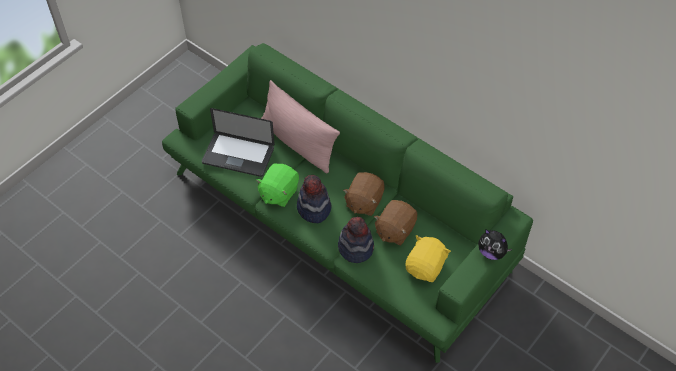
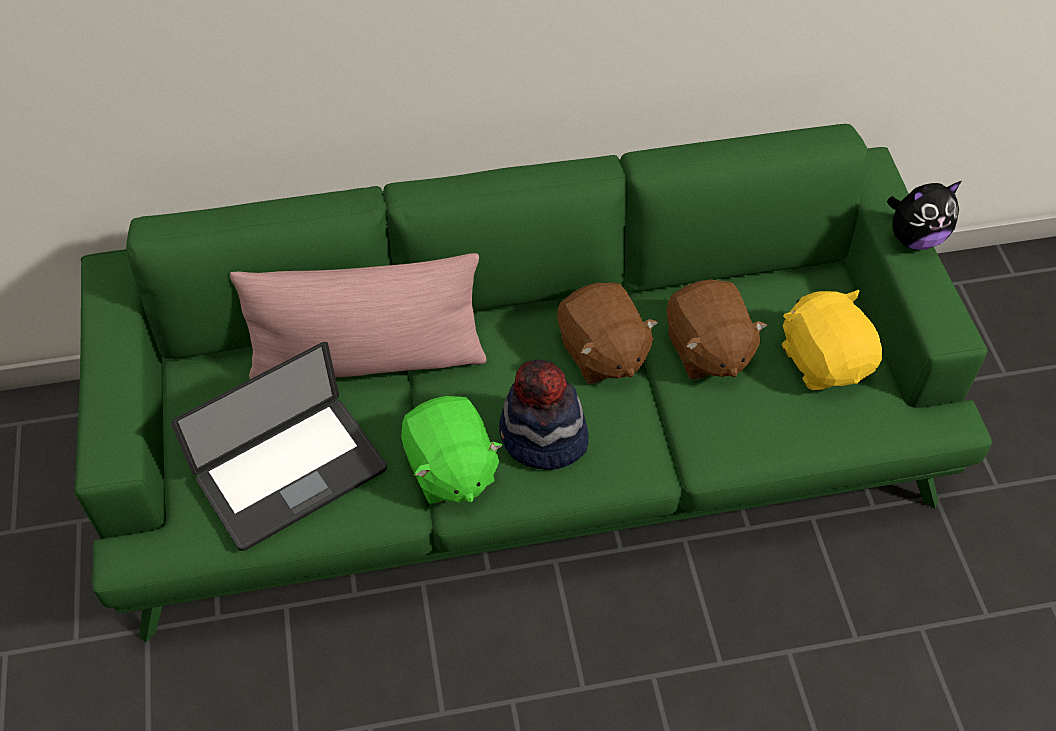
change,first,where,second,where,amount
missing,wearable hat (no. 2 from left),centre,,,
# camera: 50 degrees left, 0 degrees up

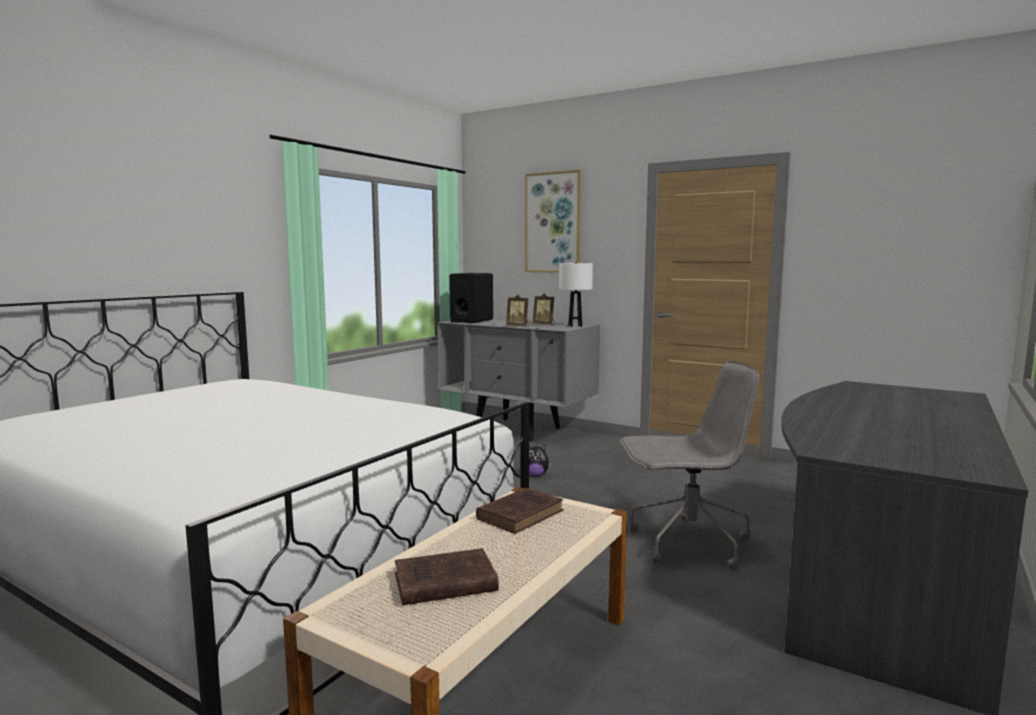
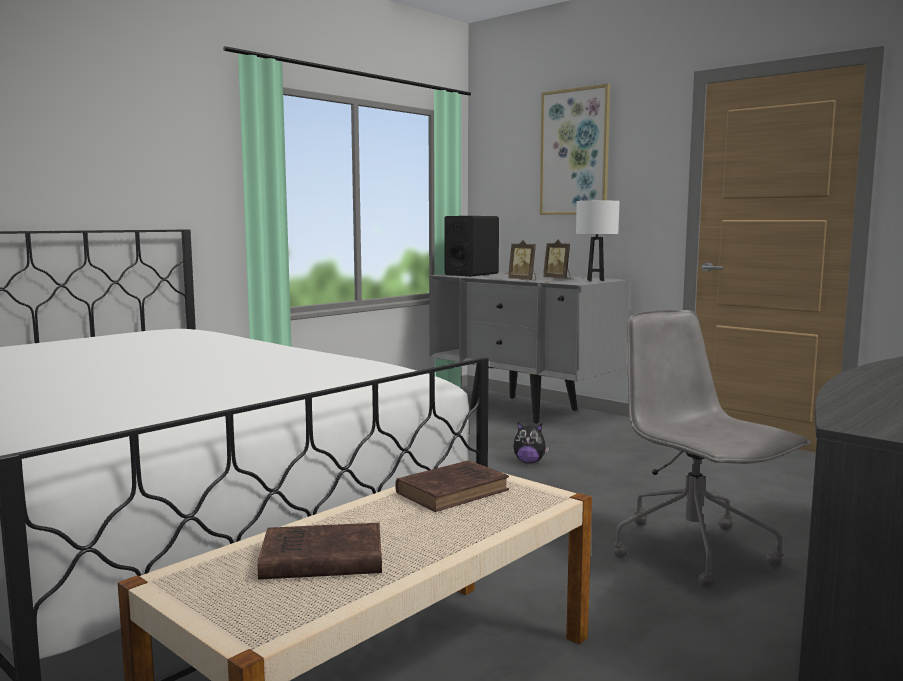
change,first,where,second,where,amount
spun,grey computer chair,centre,,middle right,120 degrees counterclockwise
# camera: 10 degrees right, 0 degrees up

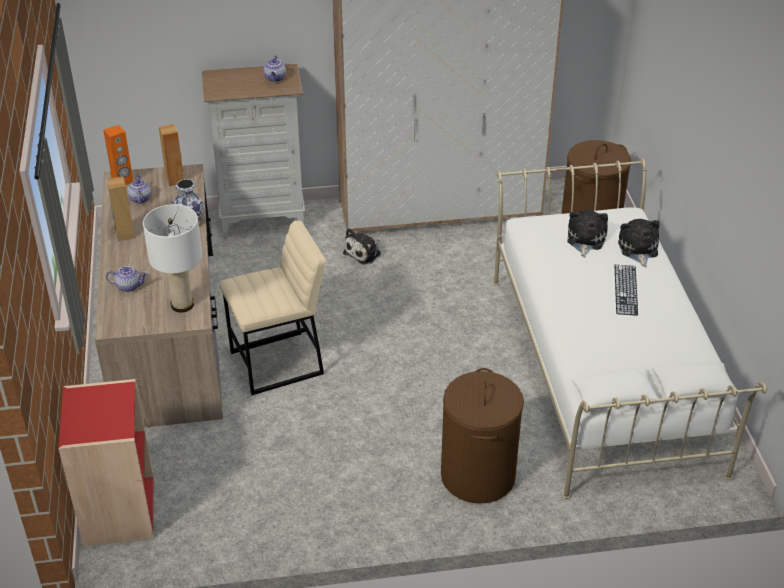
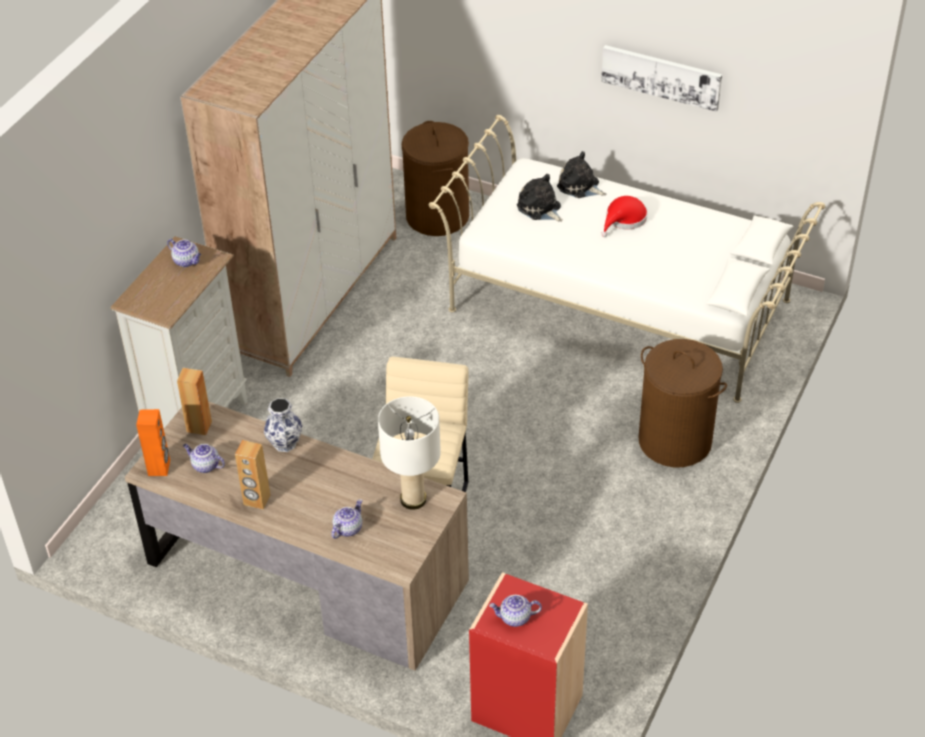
change,first,where,second,where,amount
missing,soft toy (no. 1 from left),centre,,,
exchanged,keyboard,middle right,reddish wearable hat,top right,
appeared,,,teapot (no. 4 from left),bottom centre,
appeared,,,wall picture,top right,
# camera: 55 degrees left, 5 degrees up

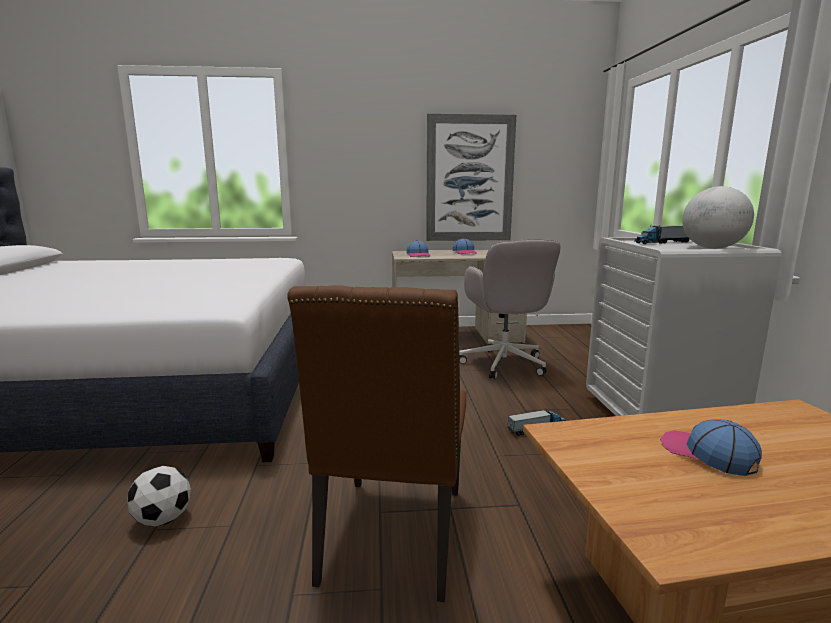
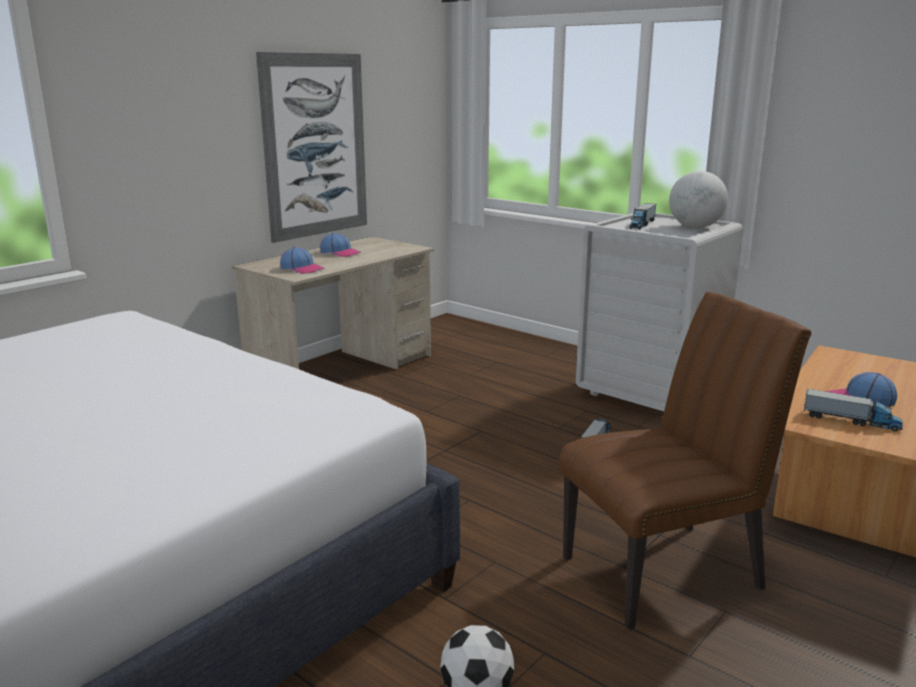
change,first,where,second,where,amount
spun,brownish upright chair,bottom centre,,bottom right,75 degrees counterclockwise
missing,grey computer chair,centre,,,
appeared,,,model truck (no. 3 from left),middle right,
# camera: 45 degrees left, 5 degrees up

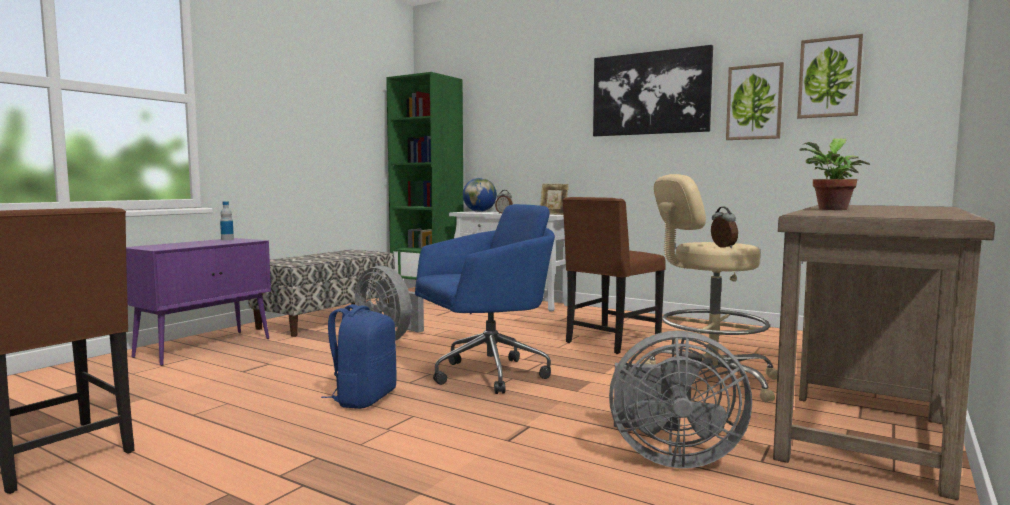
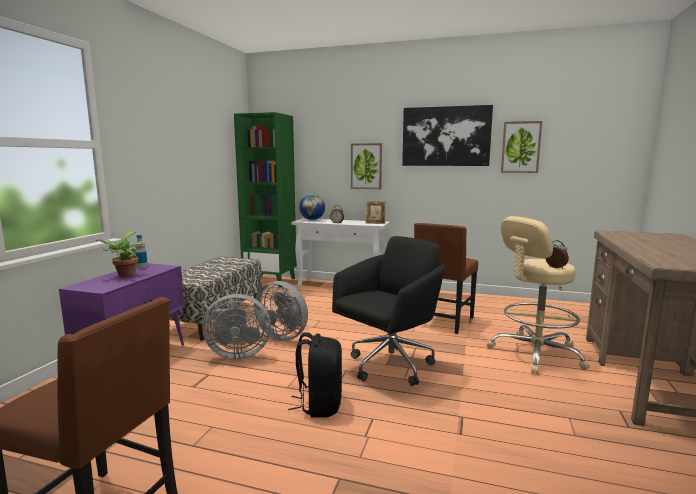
change,first,where,second,where,amount
colour,blue-coloured rucksack,bottom centre,black rucksack,bottom centre,
colour,blue-coloured computer chair,centre,black computer chair,centre,
relocated,grey fan (no. 2 from left in the first image),bottom right,grey fan (no. 1 from left),centre,
relocated,wall picture (no. 3 from left in the first image),top right,wall picture (no. 1 from left),centre,
relocated,plant in a pot,middle right,,middle left,
# camera: 15 degrees left, 5 degrees up

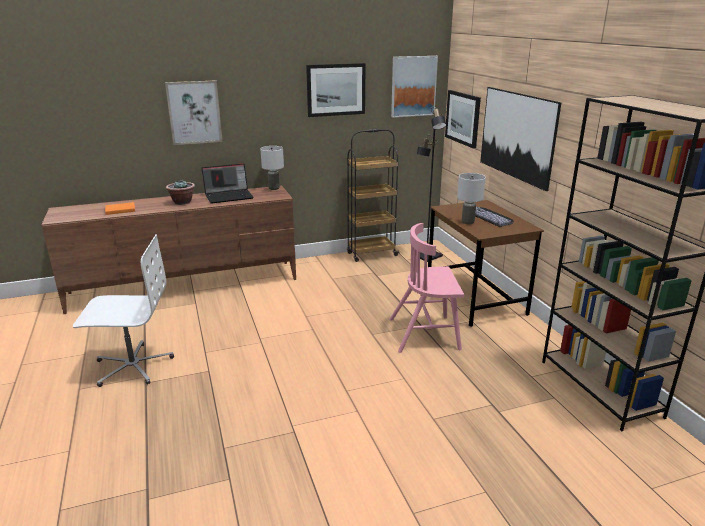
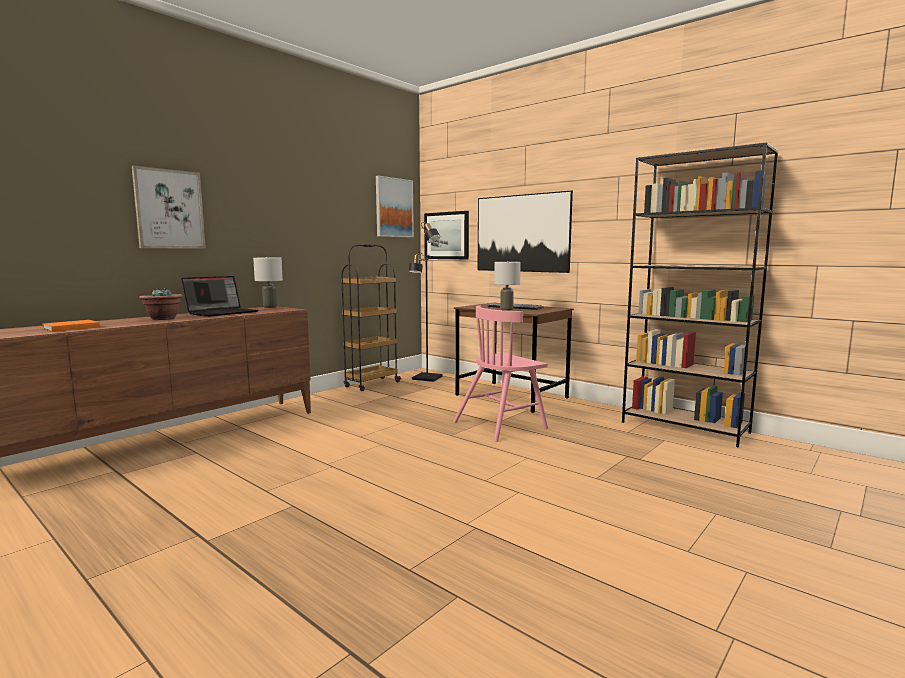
change,first,where,second,where,amount
missing,white-coloured computer chair,middle left,,,
missing,wall picture (no. 2 from left),top centre,,,
# camera: 30 degrees left, 15 degrees down

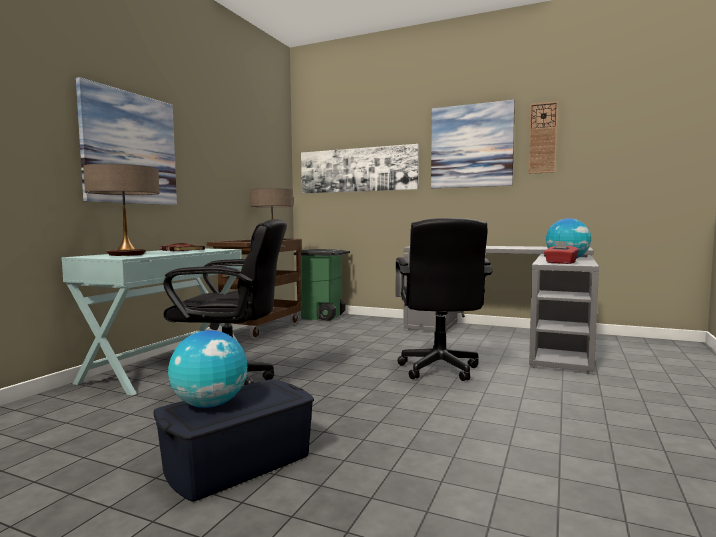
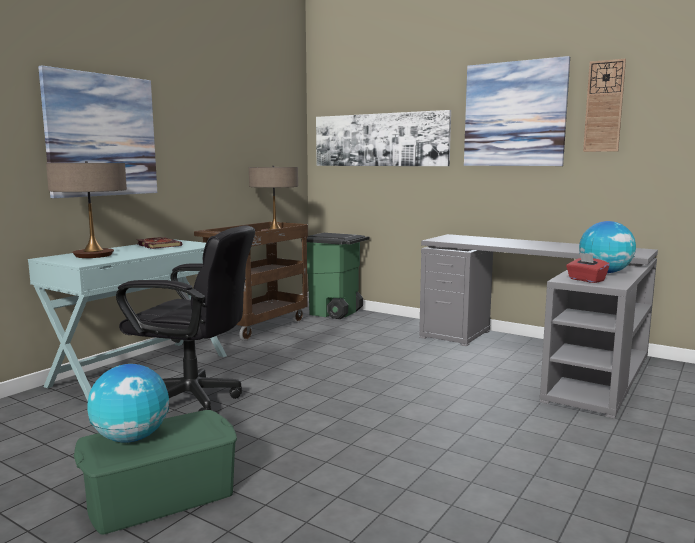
change,first,where,second,where,amount
colour,blue-coloured storage box,bottom left,green storage box,bottom left,
missing,black computer chair (no. 2 from left),centre,,,
# camera: 10 degrees right, 5 degrees up

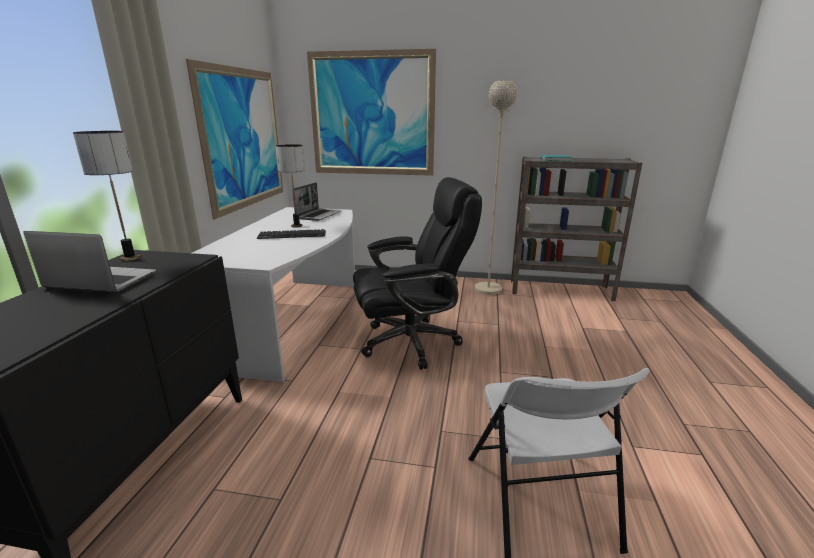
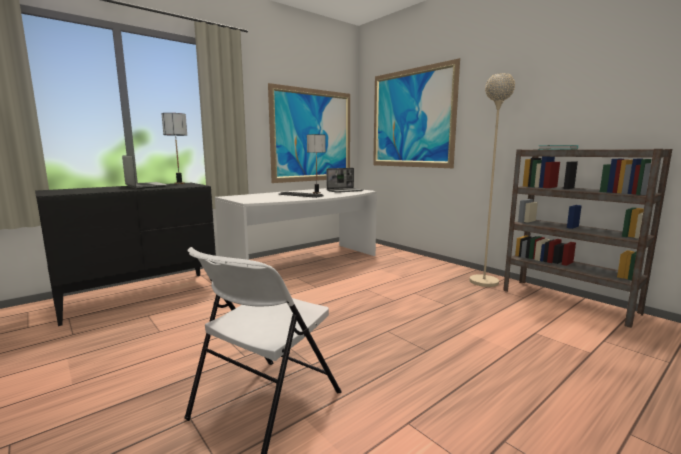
change,first,where,second,where,amount
missing,black computer chair,centre,,,
# camera: 40 degrees right, 10 degrees down

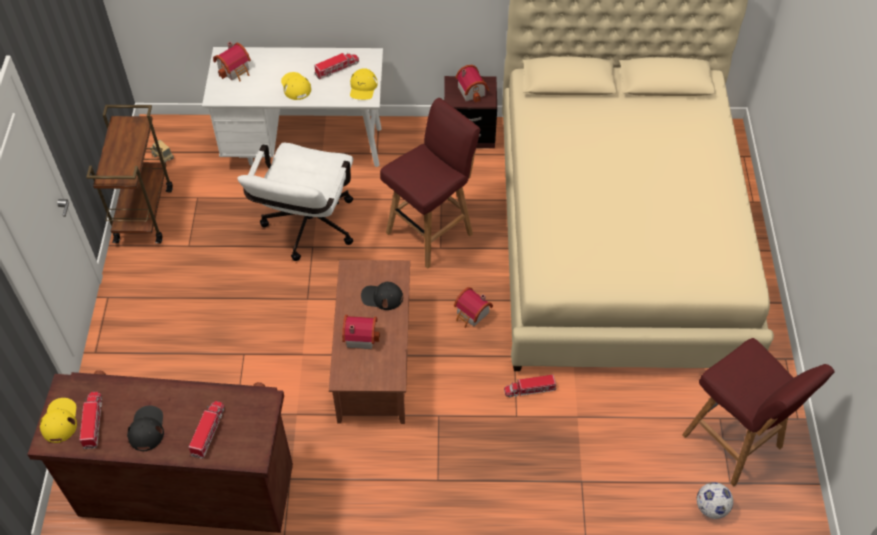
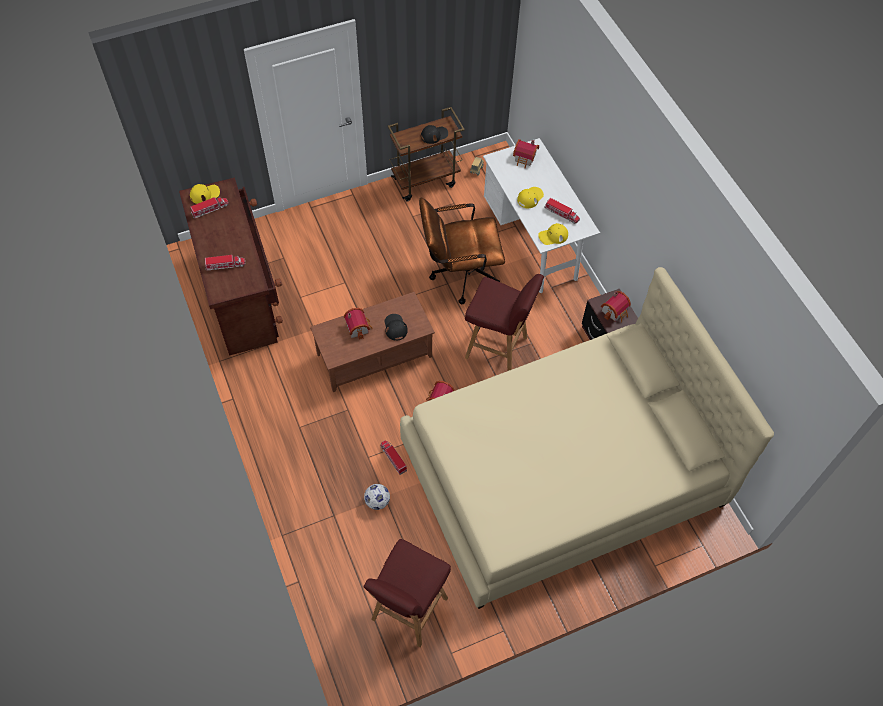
change,first,where,second,where,amount
relocated,black peaked cap (no. 1 from left in the first image),bottom left,black peaked cap (no. 2 from left),top centre,
colour,white-coloured computer chair,centre,brownish computer chair,centre,
relocated,football ball,bottom right,,bottom centre,
# camera: 65 degrees right, 5 degrees up

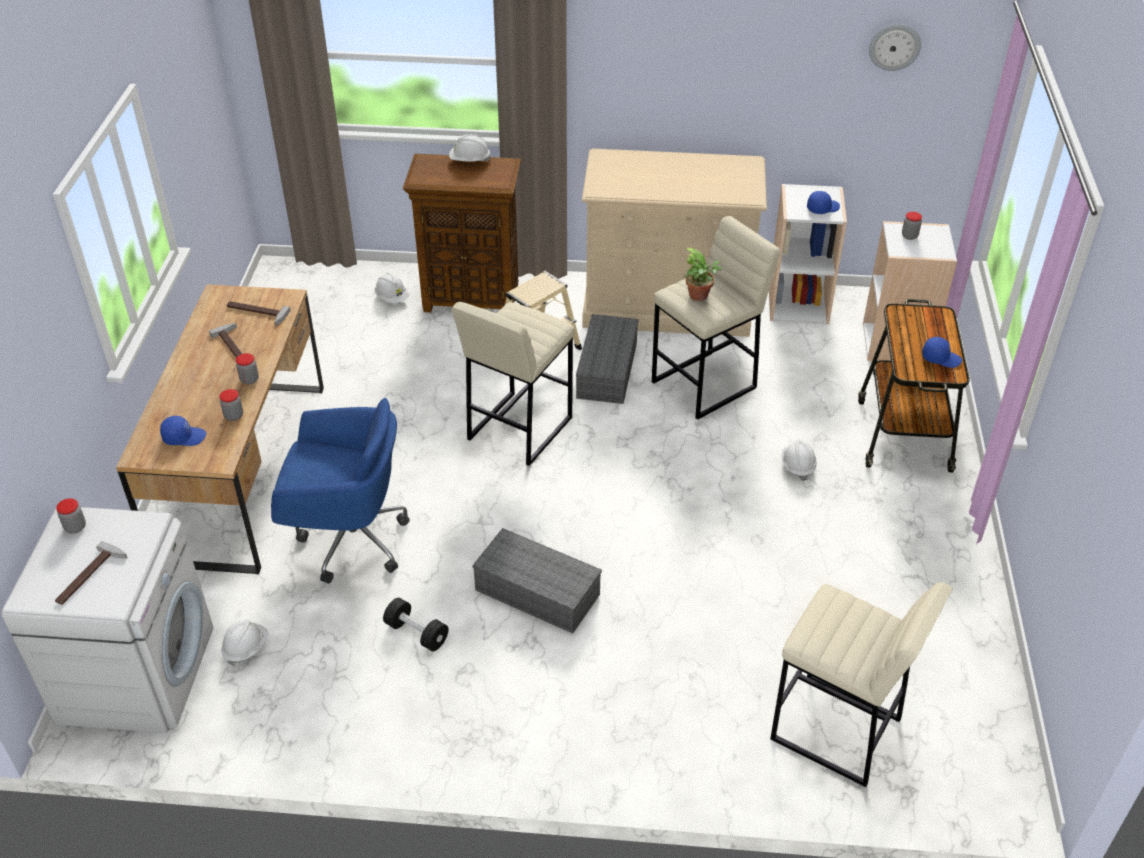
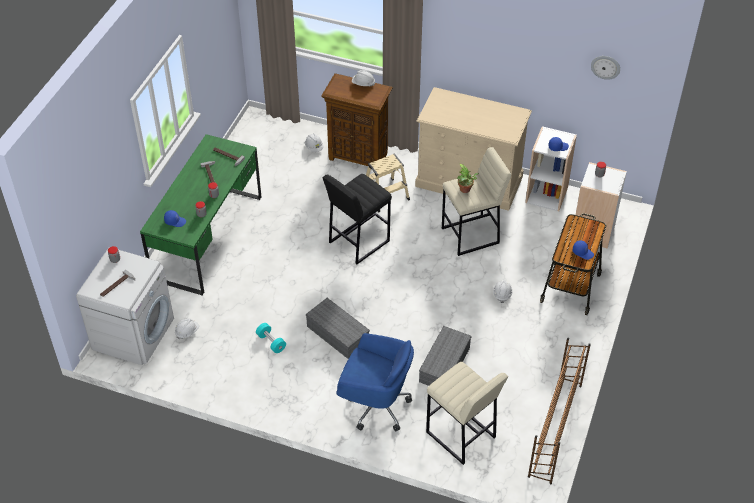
change,first,where,second,where,amount
colour,brownish desk,middle left,green desk,middle left,
relocated,blue-coloured computer chair,middle left,,bottom centre,
colour,black dumbbell,bottom centre,blue-green dumbbell,bottom centre,
colour,beige stool (no. 1 from left),centre,black stool,centre,
relocated,grey storage box (no. 2 from left),centre,,bottom centre,
appeared,,,brownish shoe rack,bottom right,
# camera: 15 degrees right, 5 degrees up

